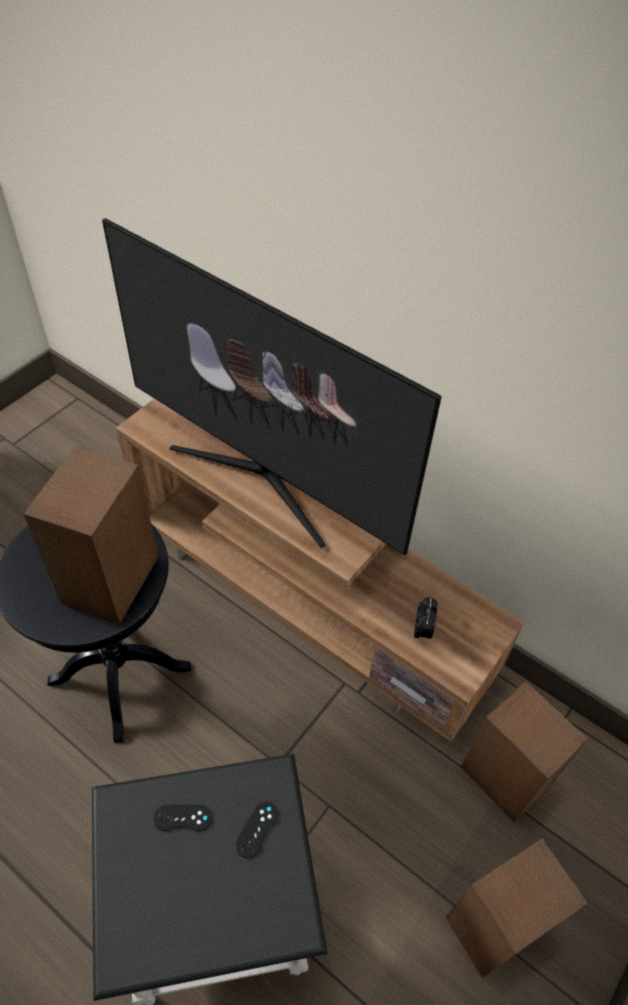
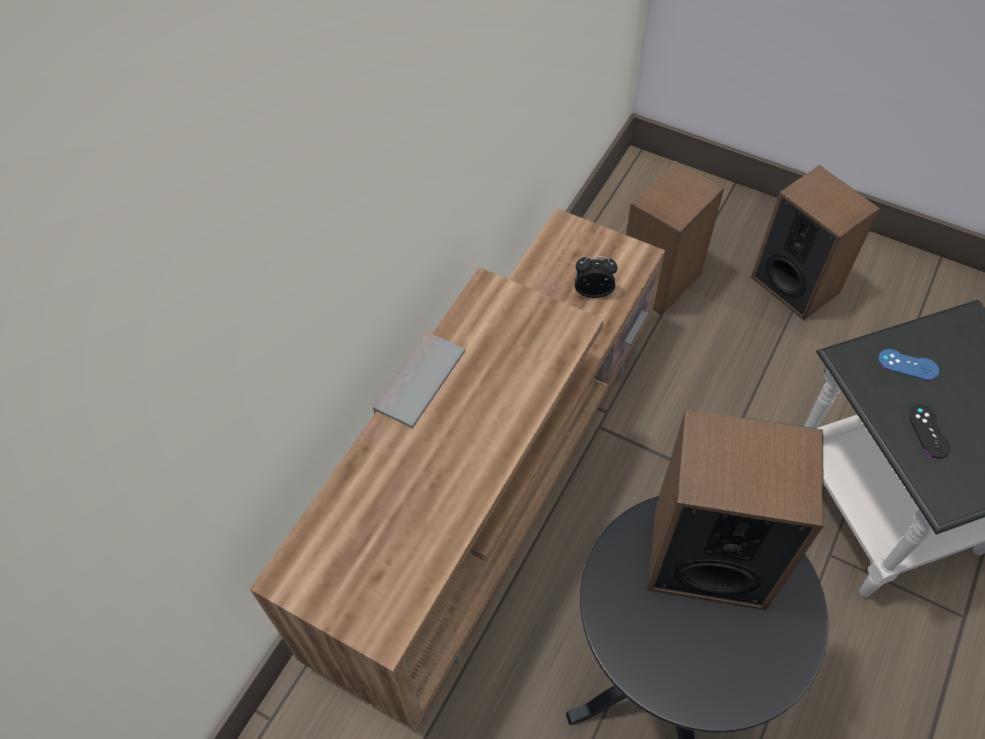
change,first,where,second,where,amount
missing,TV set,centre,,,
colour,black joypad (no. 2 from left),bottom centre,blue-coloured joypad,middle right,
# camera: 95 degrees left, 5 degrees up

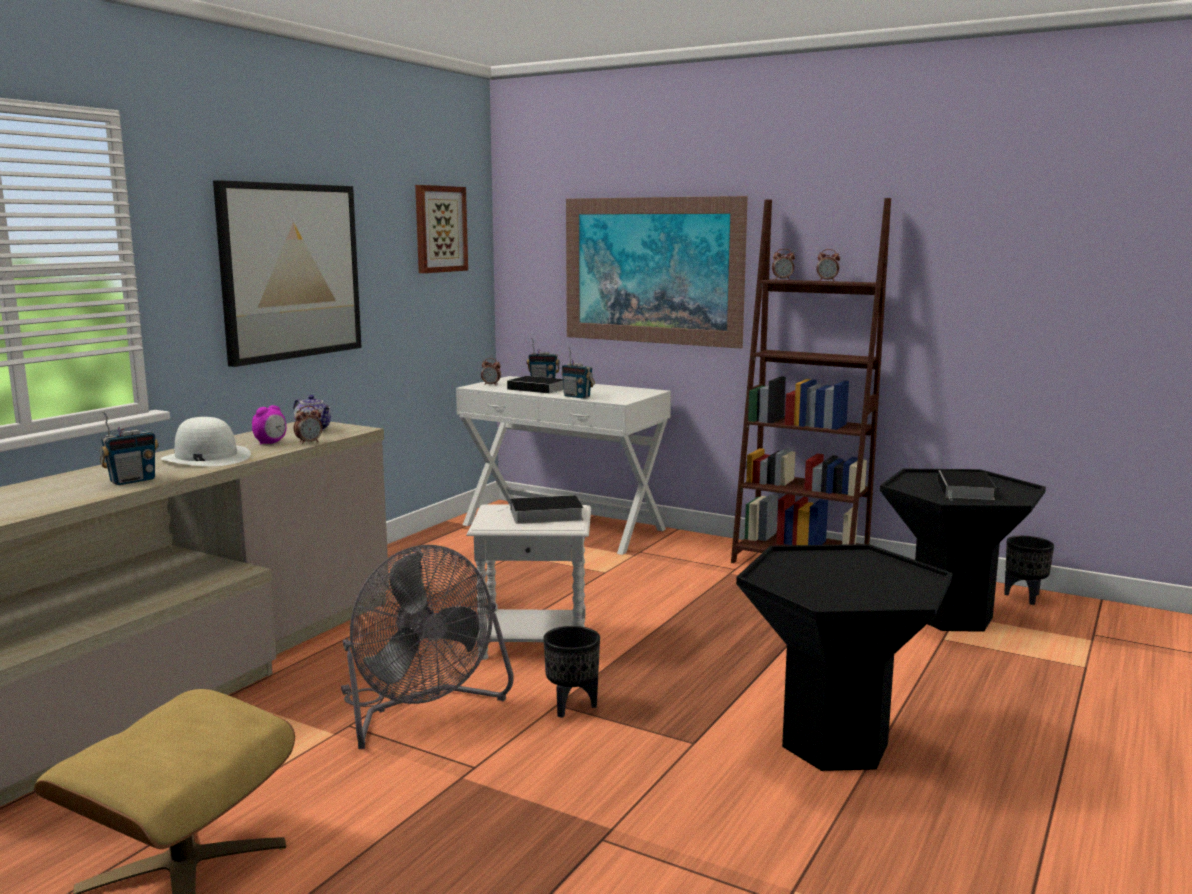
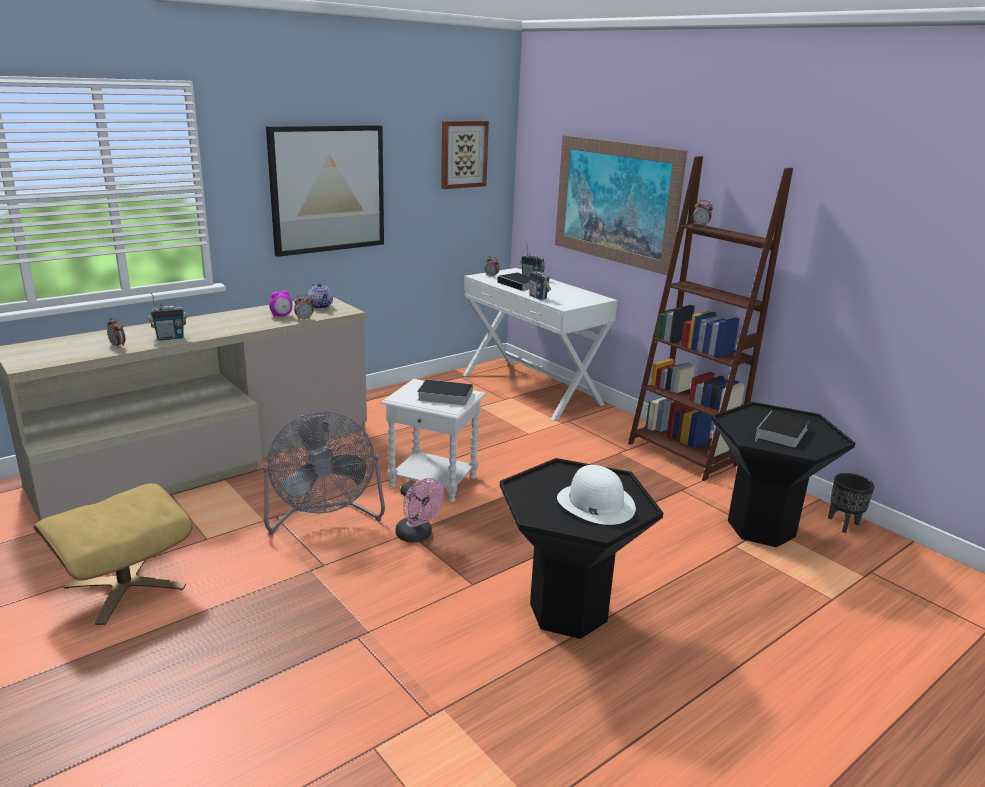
change,first,where,second,where,amount
relocated,white-coloured wearable hat,middle left,,centre,
exchanged,black flower pot (no. 1 from left),bottom centre,pinkish fan,centre,
relocated,bedside clock (no. 5 from left in the first image),top right,bedside clock (no. 1 from left),middle left,
# camera: 20 degrees right, 10 degrees up

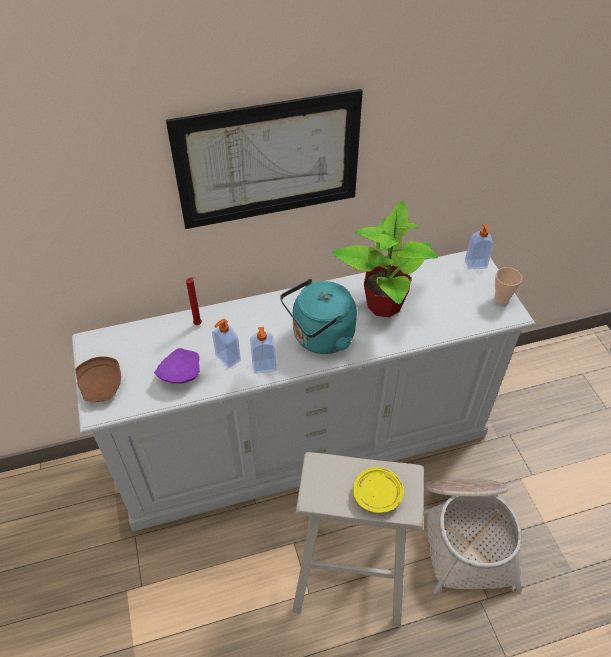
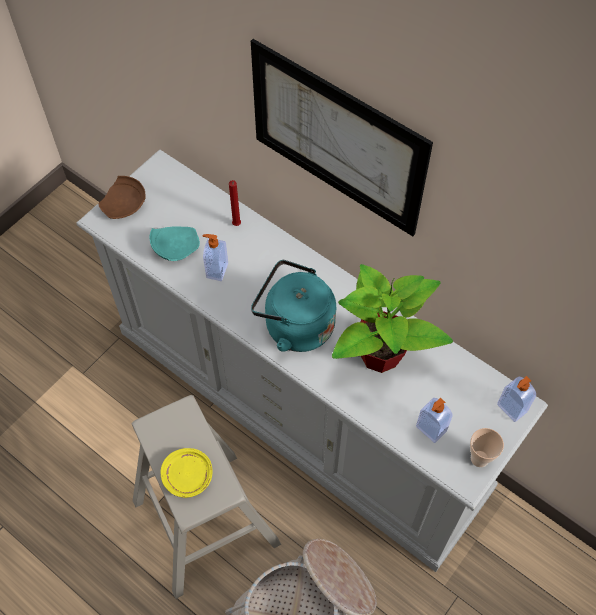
change,first,where,second,where,amount
colour,purple dinner plate,middle left,blue-green dinner plate,middle left,
relocated,soap bottle (no. 2 from left),centre,,bottom right,
# camera: 55 degrees right, 10 degrees up

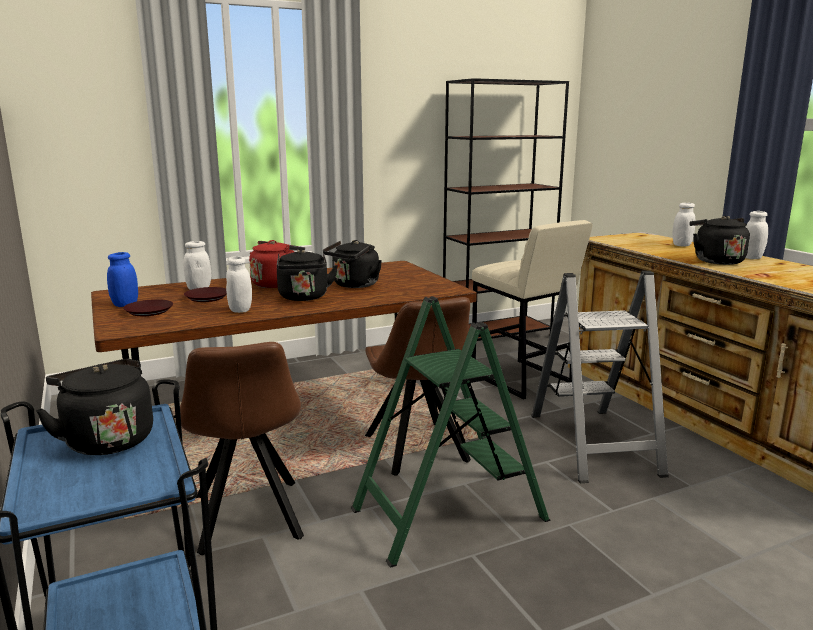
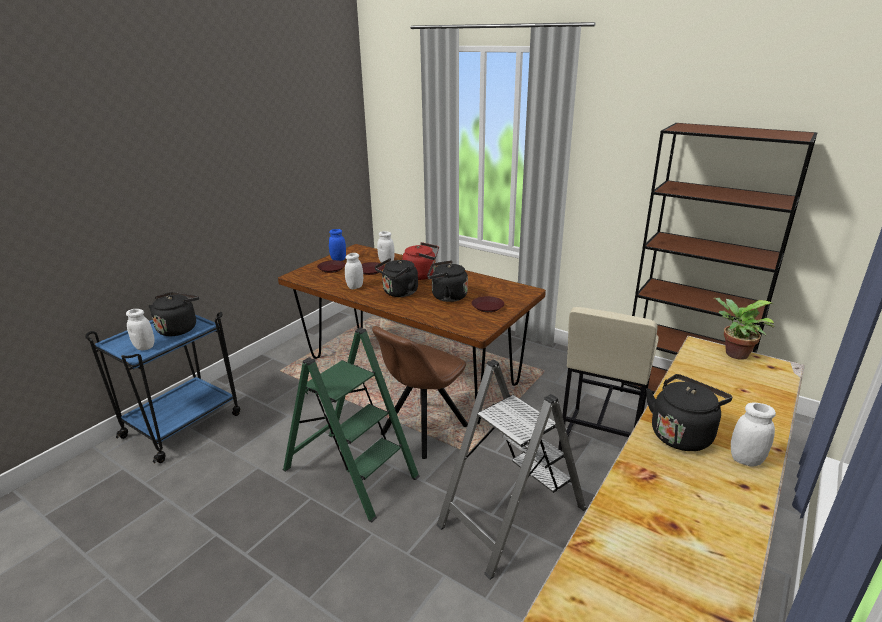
change,first,where,second,where,amount
missing,brownish upright chair (no. 1 from left),bottom left,,,
relocated,white-coloured preserve jar (no. 3 from left in the first image),middle right,white-coloured preserve jar (no. 1 from left),middle left,
appeared,,,brownish dinner plate (no. 3 from left),centre,
appeared,,,plant in a pot,middle right,
# camera: 60 degrees right, 10 degrees up

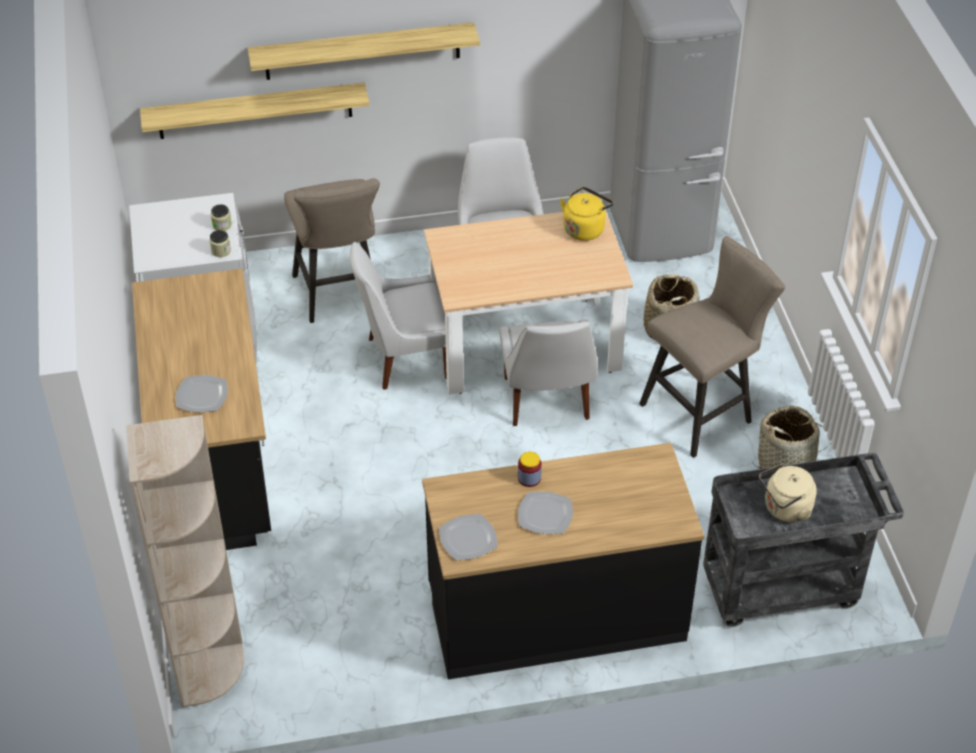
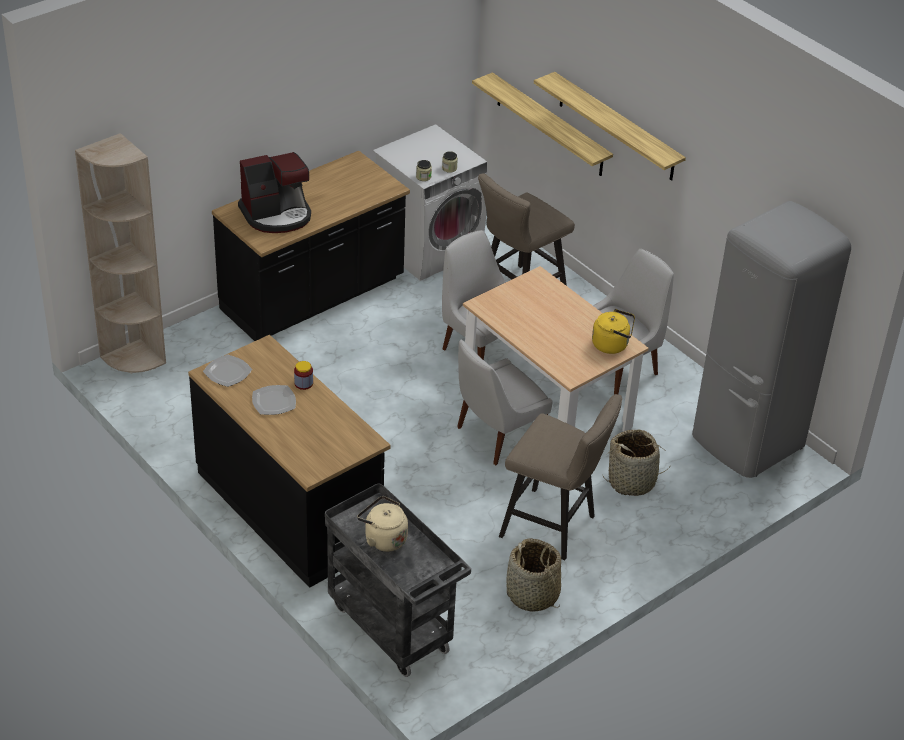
change,first,where,second,where,amount
exchanged,dinner plate (no. 1 from left),middle left,coffee maker,top left,
# camera: 60 degrees right, 5 degrees down

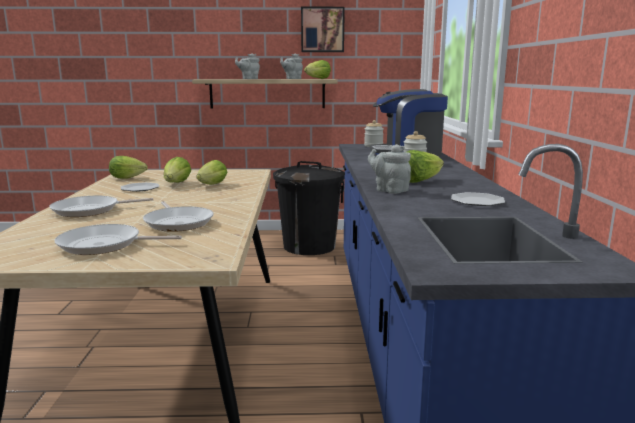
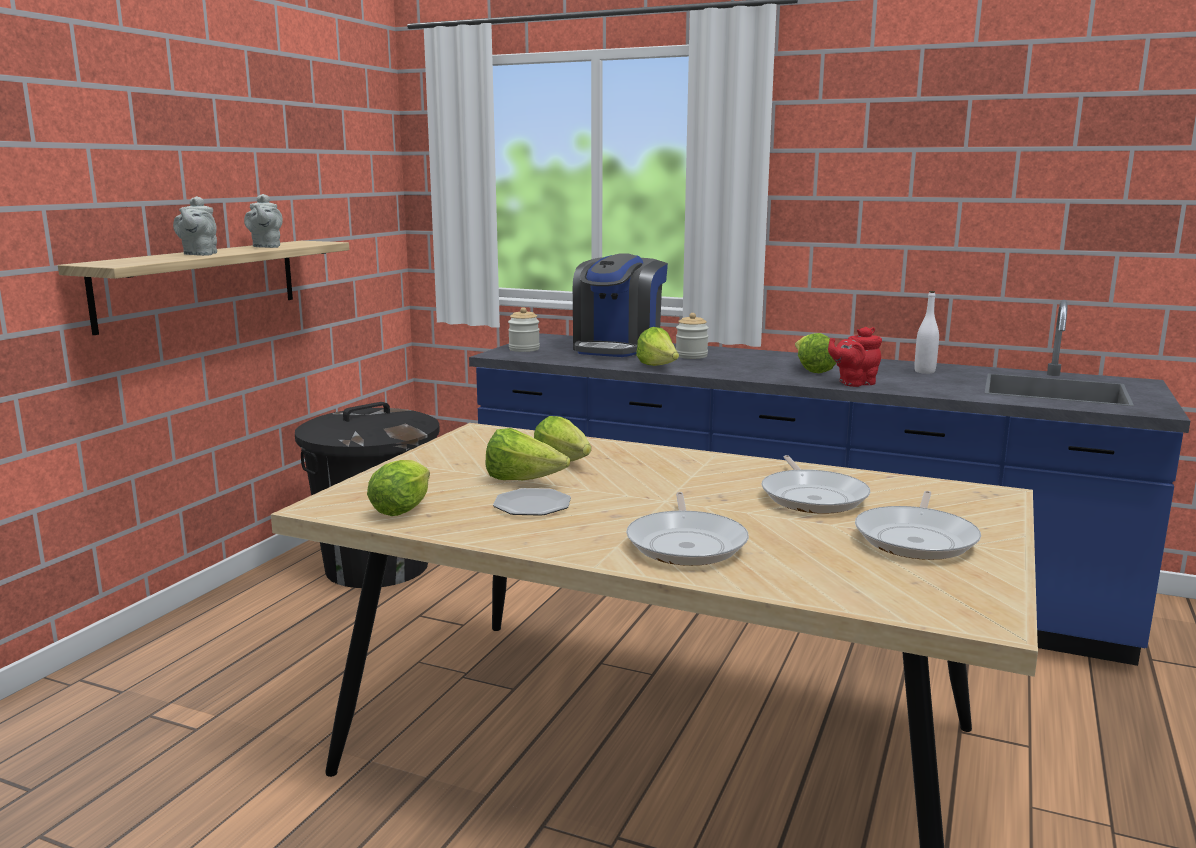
change,first,where,second,where,amount
spun,pan (no. 3 from left in the first image),middle left,pan (no. 2 from left),middle right,90 degrees clockwise
missing,wall picture,top centre,,,
relocated,lettuce (no. 4 from left),top centre,,centre,
colour,grey teapot (no. 3 from left),centre,reddish teapot,middle right,
exchanged,dinner plate (no. 2 from left),middle right,white-coloured beverage bottle,middle right,
# camera: 65 degrees left, 0 degrees up

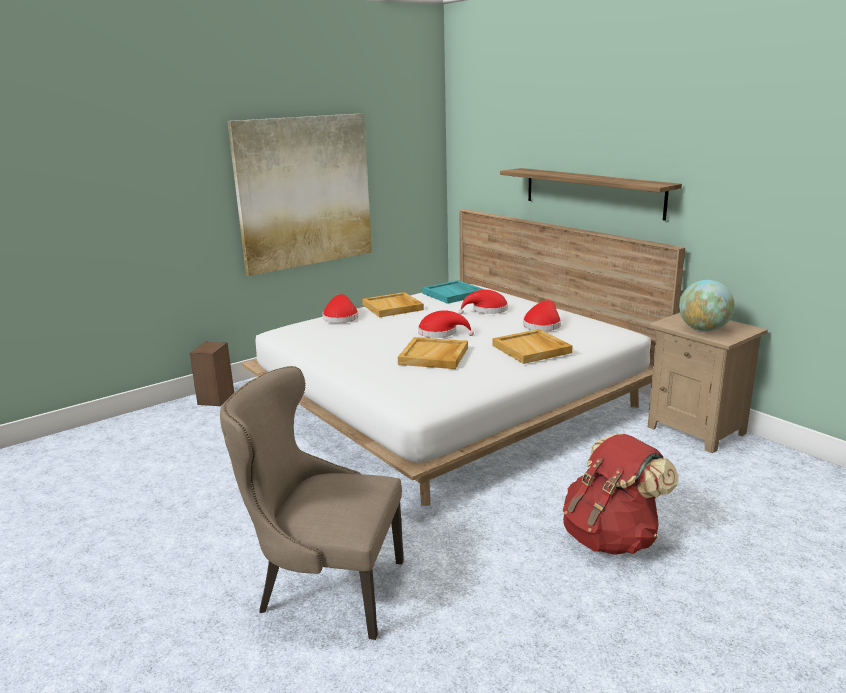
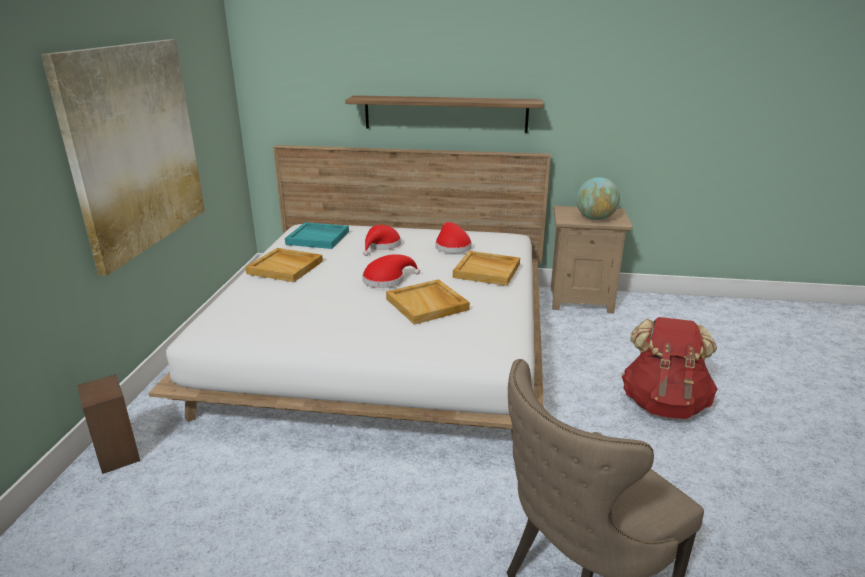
change,first,where,second,where,amount
missing,reddish wearable hat (no. 1 from left),centre,,,
# camera: 45 degrees left, 5 degrees up

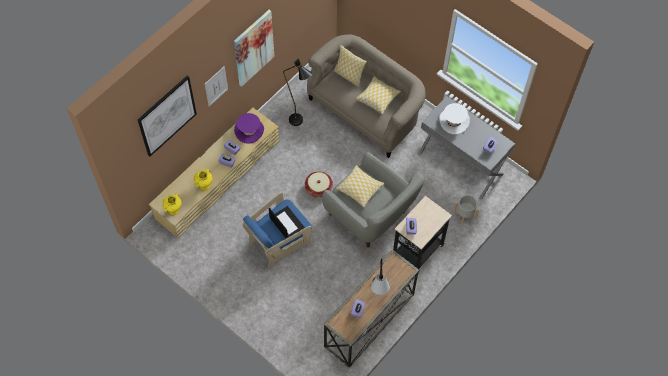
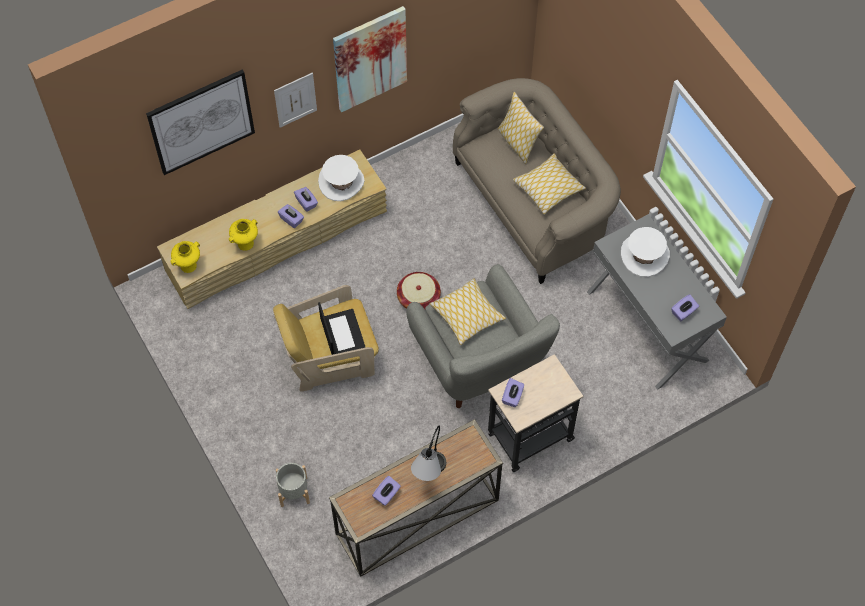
change,first,where,second,where,amount
colour,purple wearable hat,centre,white-coloured wearable hat (no. 1 from left),top centre,
colour,blue-coloured easy chair,centre,yellow-coloured easy chair,centre,
missing,black standing lamp,top centre,,,
relocated,grey flower pot,middle right,,bottom centre,
# camera: 20 degrees right, 0 degrees up

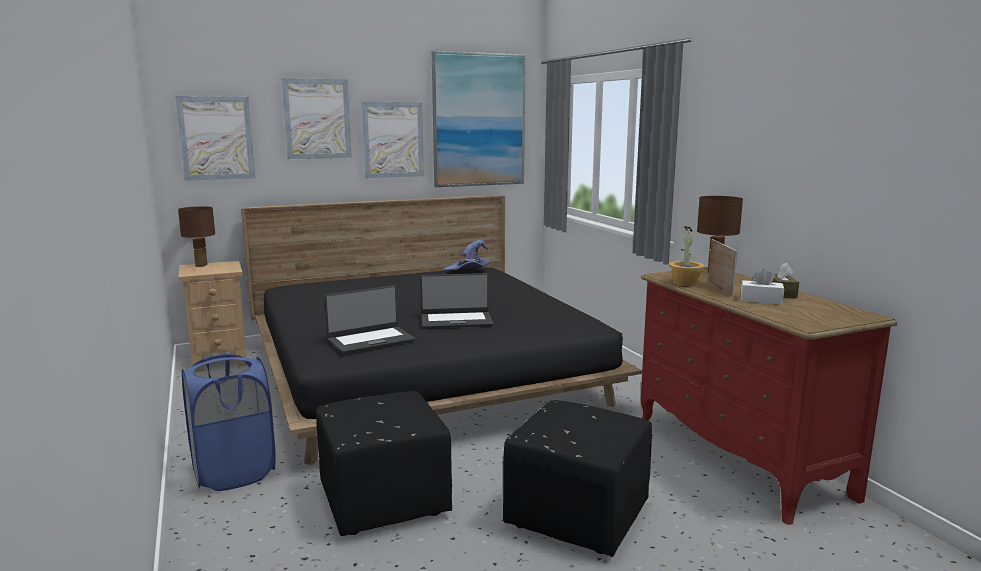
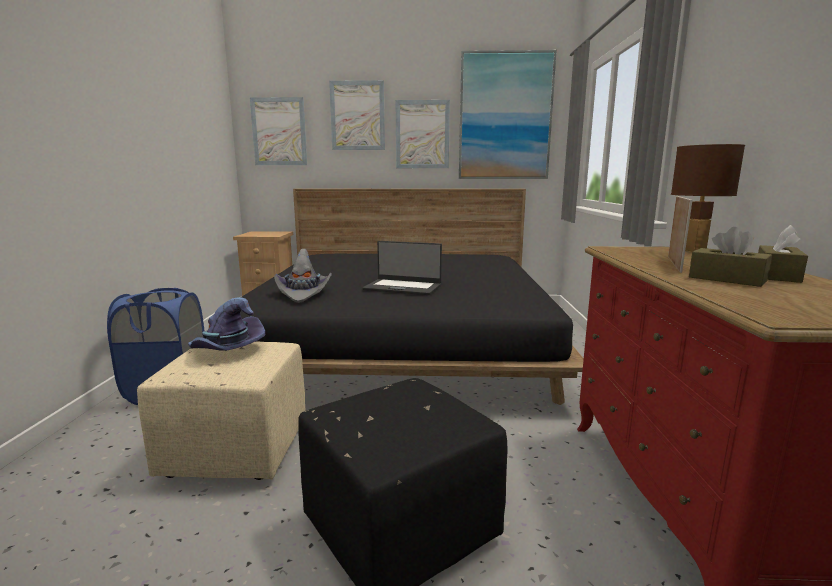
change,first,where,second,where,amount
missing,brownish table lamp (no. 1 from left),middle left,,,
colour,black ottoman (no. 1 from left),bottom centre,beige ottoman,bottom left,
exchanged,portable computer (no. 1 from left),centre,grey wearable hat,centre,
relocated,purple wearable hat,centre,,middle left,
missing,plant in a pot,middle right,,,
colour,white-coloured box of tissues,middle right,brownish box of tissues (no. 1 from left),middle right,
# camera: 25 degrees right, 0 degrees up

